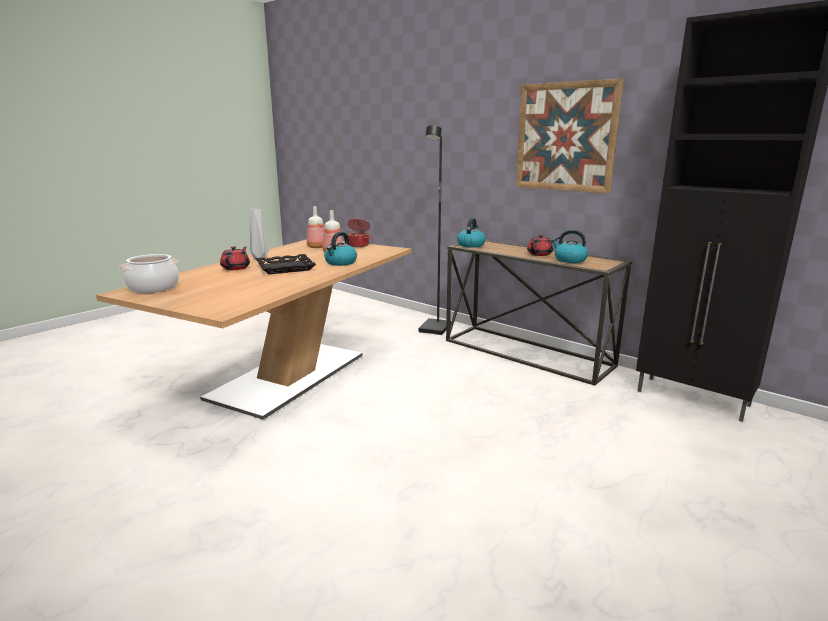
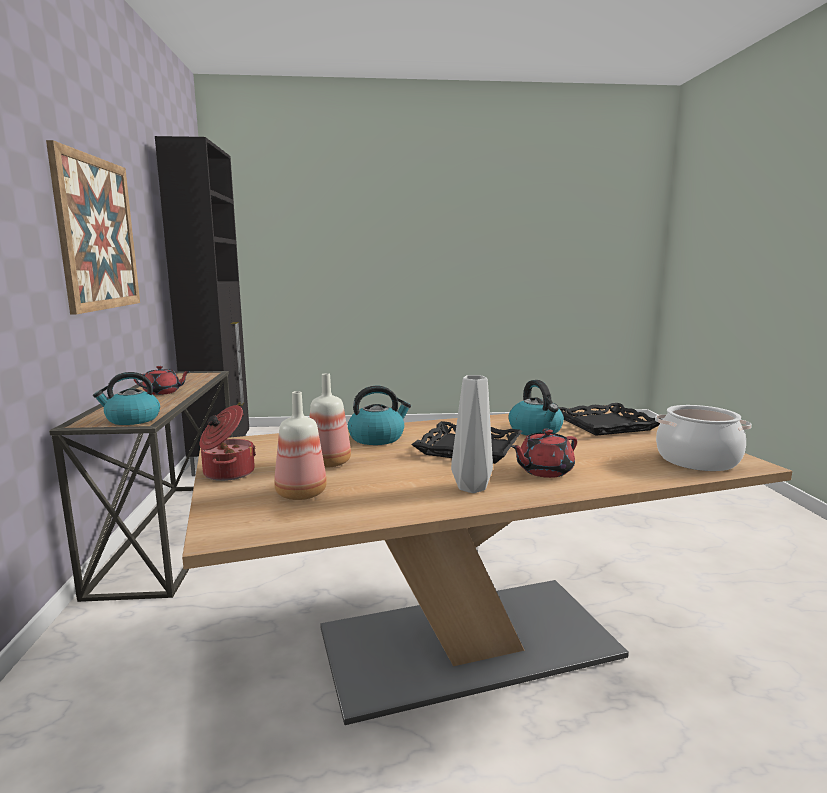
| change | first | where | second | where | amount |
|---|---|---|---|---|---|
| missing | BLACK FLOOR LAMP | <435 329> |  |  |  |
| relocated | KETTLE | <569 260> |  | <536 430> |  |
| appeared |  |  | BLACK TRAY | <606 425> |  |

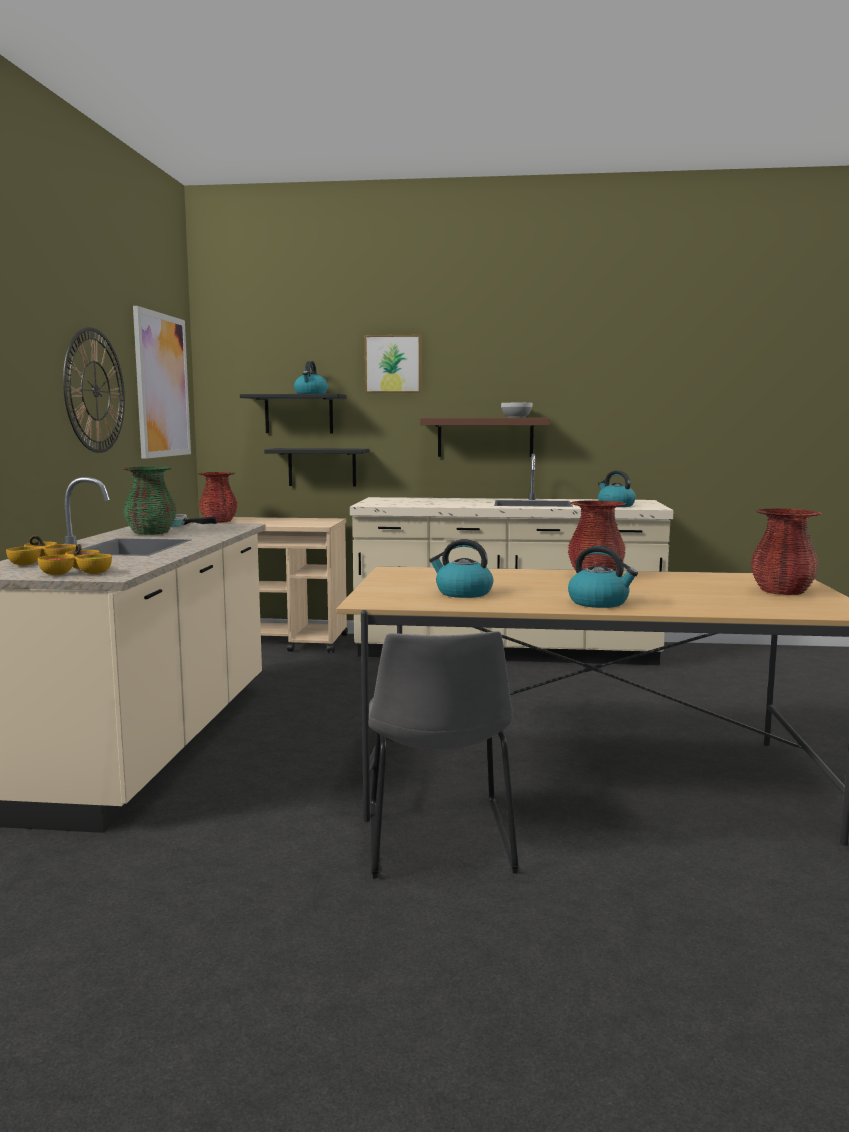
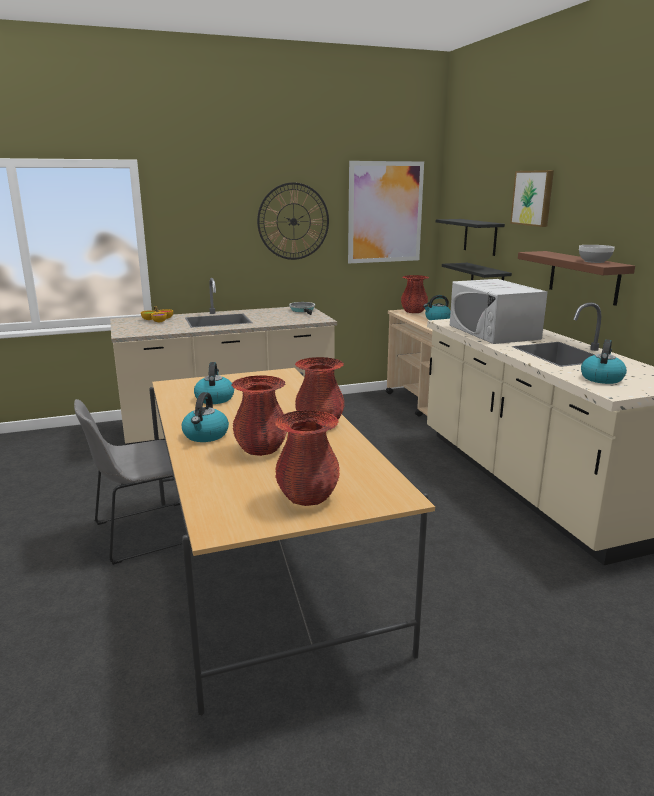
| change | first | where | second | where | amount |
|---|---|---|---|---|---|
| relocated | KETTLE | <311 394> |  | <437 319> |  |
| missing | GREEN VASE | <151 533> |  |  |  |
| missing | BOWL | <78 572> |  |  |  |
| appeared |  |  | WHITE MICROWAVE | <493 332> |  |
| appeared |  |  | RED VASE | <260 449> |  |

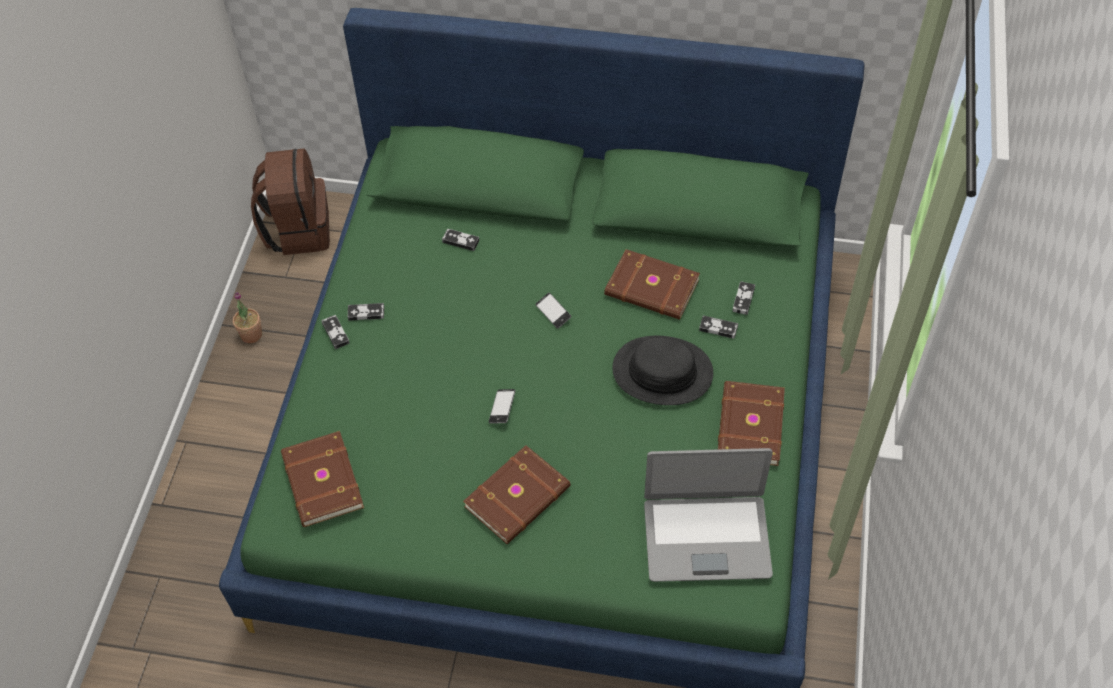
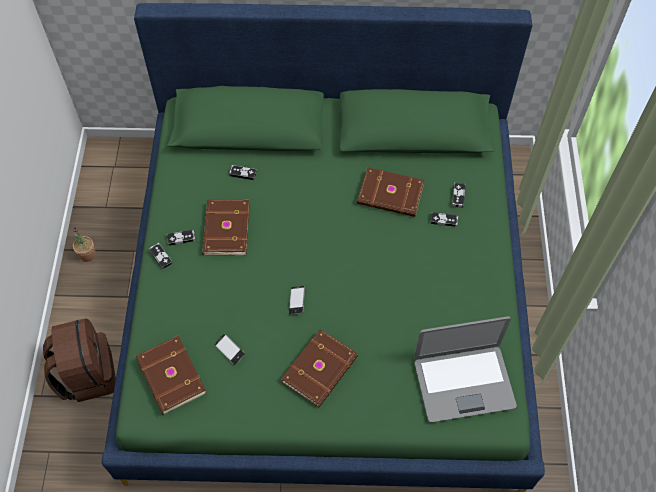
| change | first | where | second | where | amount |
|---|---|---|---|---|---|
| relocated | BROWN BACKPACK | <298 230> |  | <87 374> |  |
| relocated | PHONE | <553 312> |  | <230 350> |  |
| missing | BLACK HAT | <662 372> |  |  |  |
| relocated | BROWN BOOK | <748 426> |  | <225 229> |  |

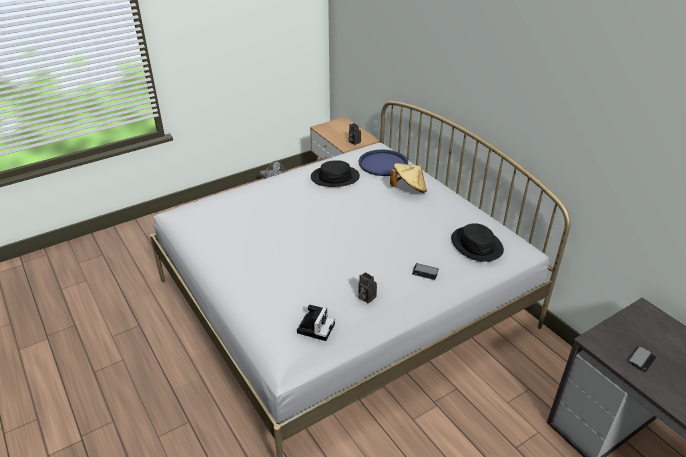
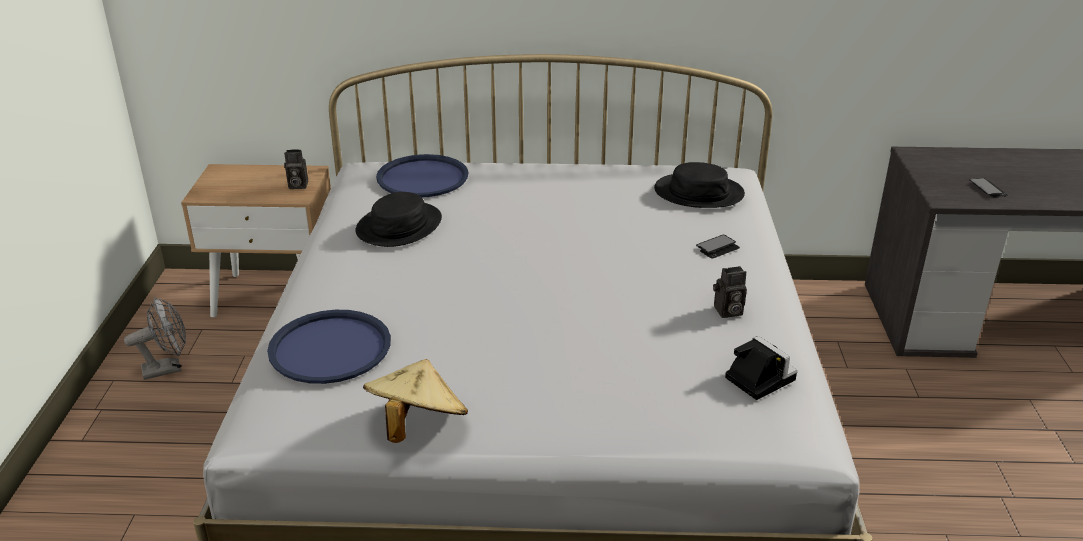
| change | first | where | second | where | amount |
|---|---|---|---|---|---|
| relocated | BEIGE HAT | <408 189> |  | <417 425> |  |
| appeared |  |  | BLUE TRAY | <330 348> |  |

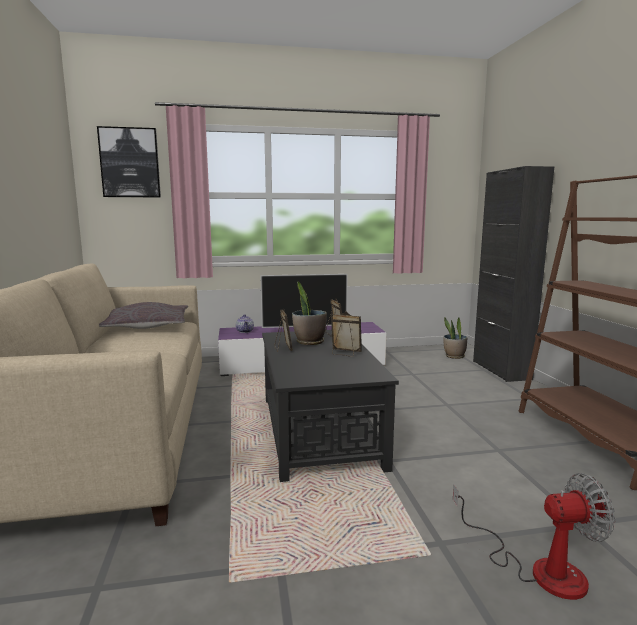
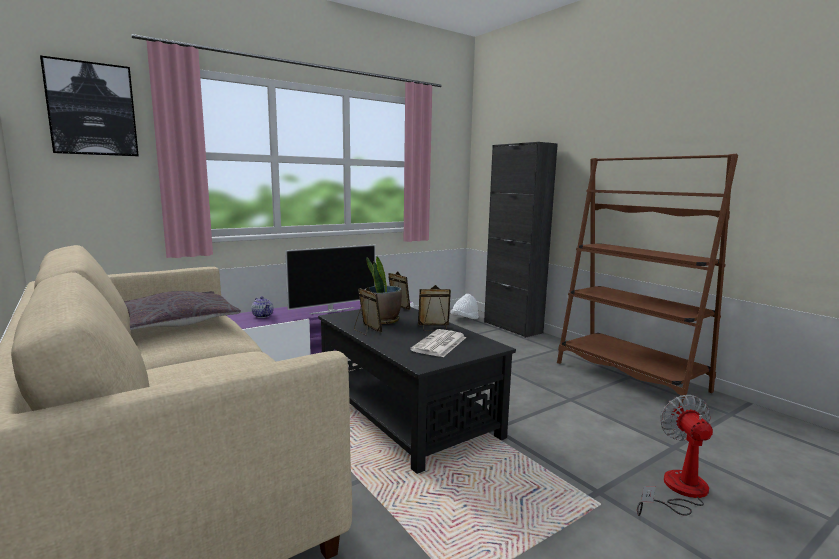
| change | first | where | second | where | amount |
|---|---|---|---|---|---|
| exchanged | POTTED PLANT | <454 356> | WHITE HAT | <464 319> |  |
| spun | FAN | <539 568> |  | <678 491> | 60 degrees counterclockwise |
| appeared |  |  | NEWSPAPER | <439 344> |  |

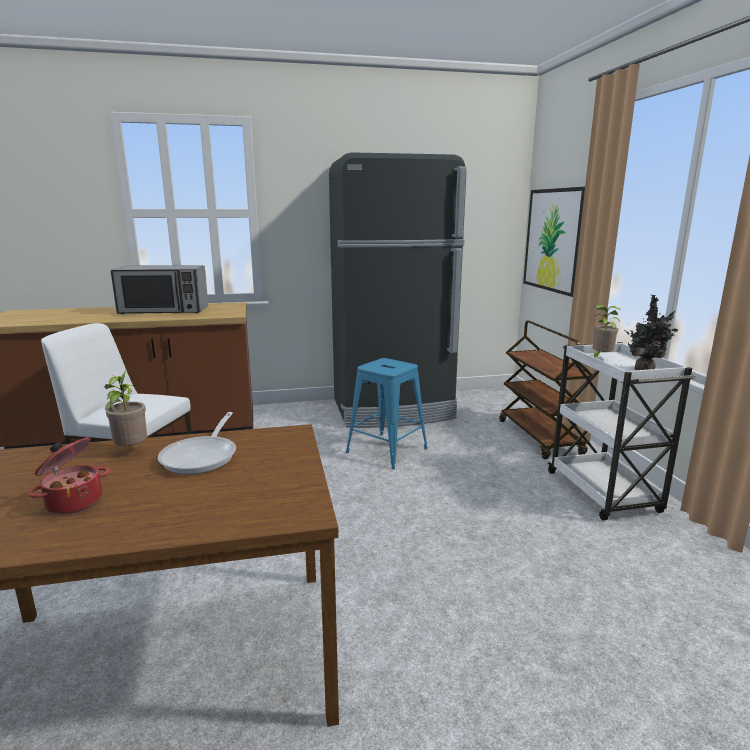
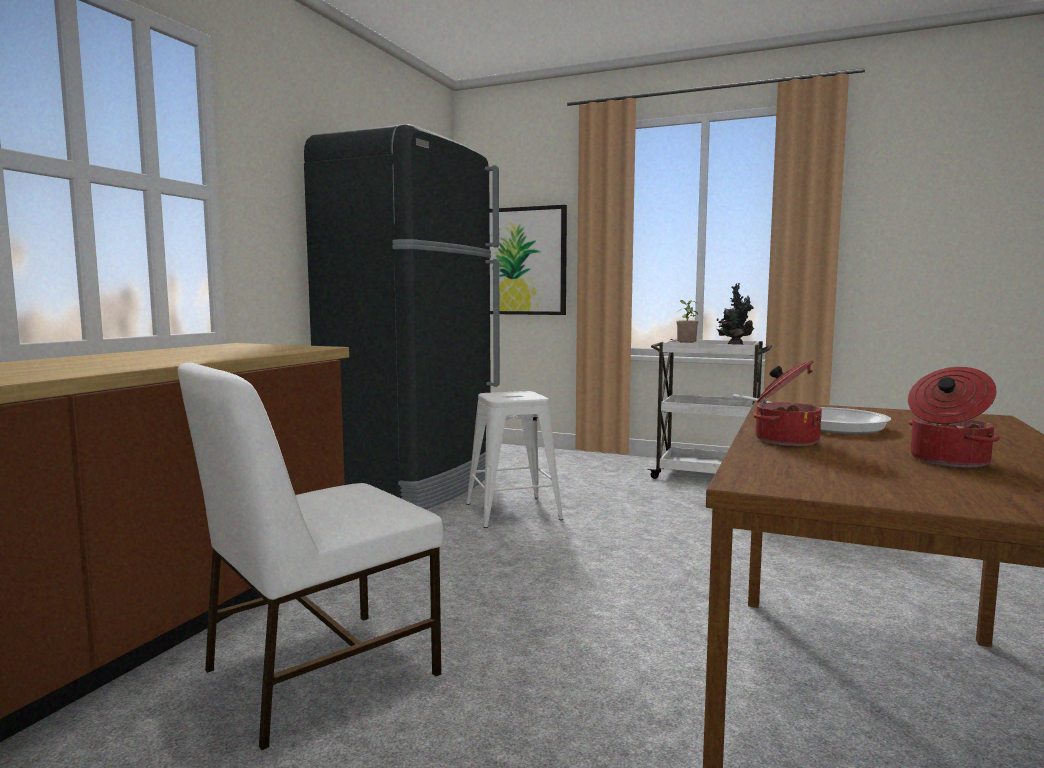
| change | first | where | second | where | amount |
|---|---|---|---|---|---|
| missing | MICROWAVE | <164 311> |  |  |  |
| missing | BROWN CART | <540 437> |  |  |  |
| colour | BLUE STOOL | <386 450> | WHITE STOOL | <512 512> |  |
| exchanged | POTTED PLANT | <130 451> | COOKING POT | <785 440> |  |

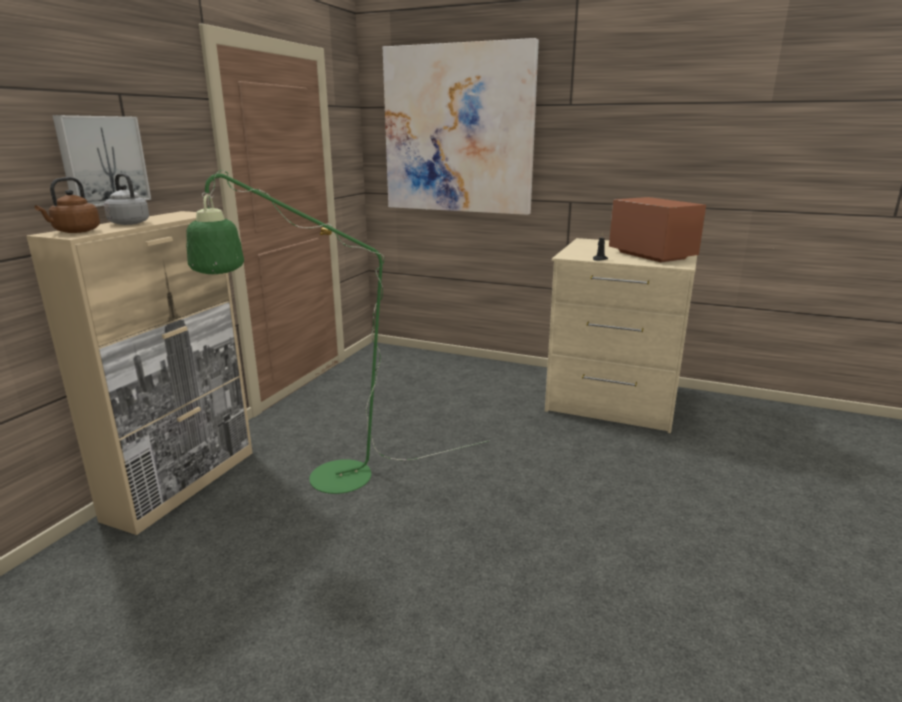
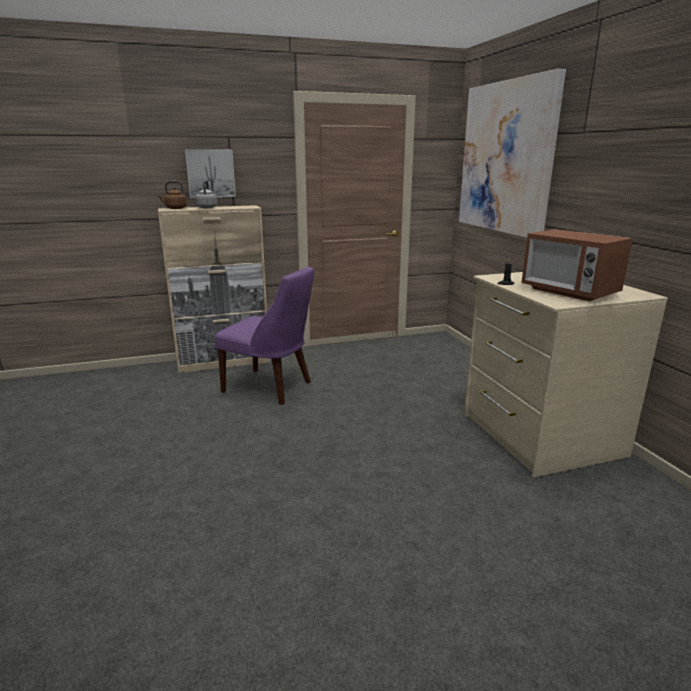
| change | first | where | second | where | amount |
|---|---|---|---|---|---|
| exchanged | GREEN FLOOR LAMP | <324 480> | PURPLE CHAIR | <271 388> |  |
| spun | MICROWAVE | <652 255> |  | <569 292> | 120 degrees clockwise |

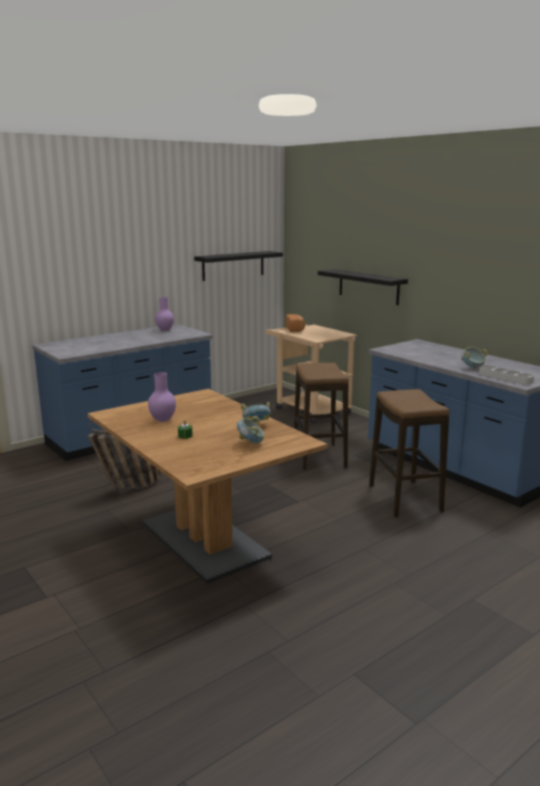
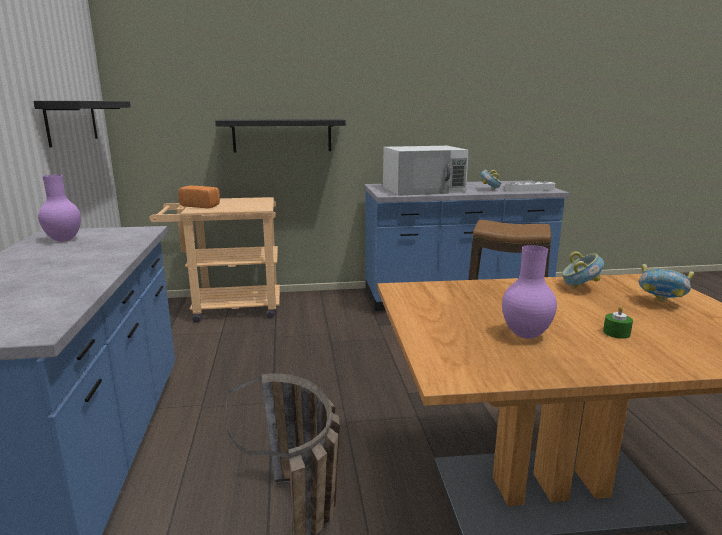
| change | first | where | second | where | amount |
|---|---|---|---|---|---|
| missing | STOOL | <319 457> |  |  |  |
| appeared |  |  | WHITE MICROWAVE | <424 189> |  |

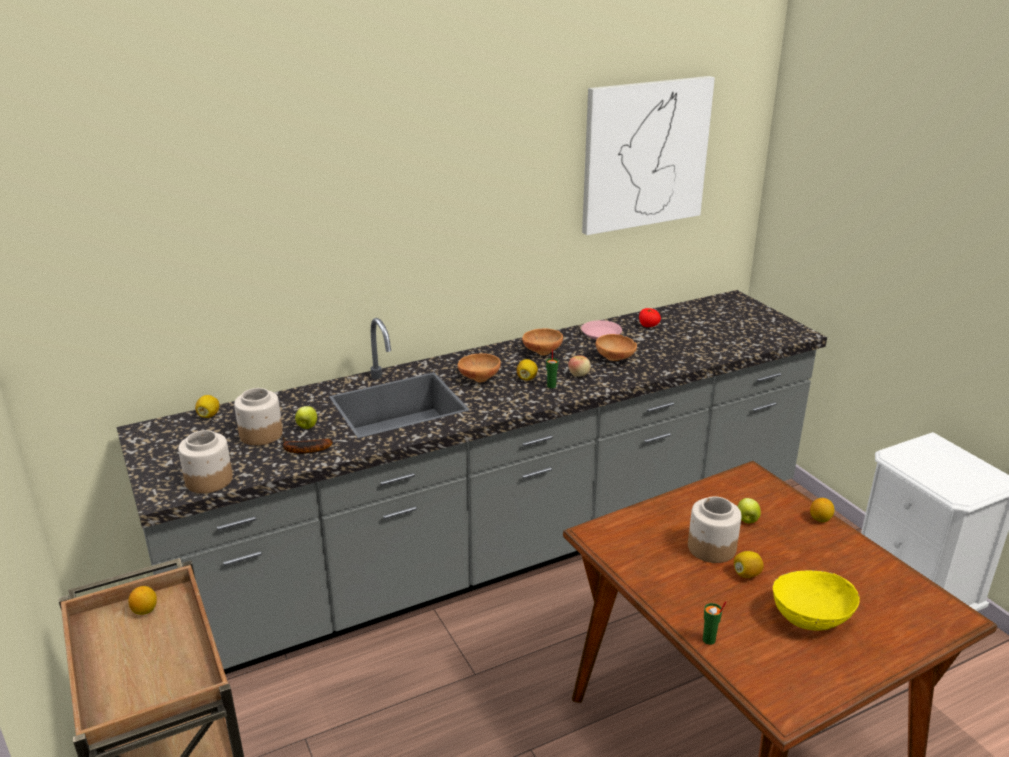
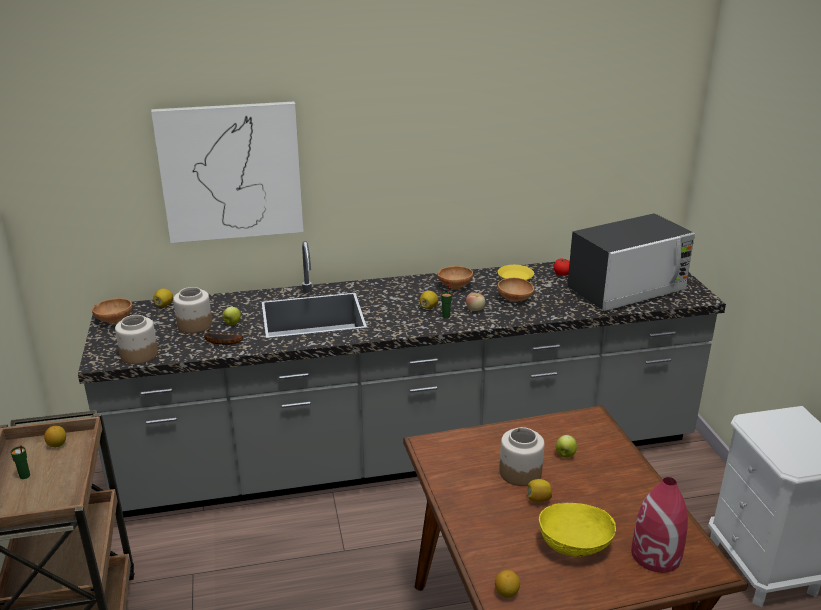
| change | first | where | second | where | amount |
|---|---|---|---|---|---|
| relocated | PICTURE | <645 154> |  | <231 172> |  |
| colour | PINK PLATE | <601 333> | YELLOW PLATE | <515 276> |  |
| relocated | BROWN BOWL | <478 378> |  | <114 320> |  |
| relocated | LEMON | <820 519> |  | <506 593> |  |
| relocated | GREEN CUP | <709 640> |  | <24 476> |  |
| appeared |  |  | MICROWAVE | <626 289> |  |
| appeared |  |  | RED VASE | <656 555> |  |

